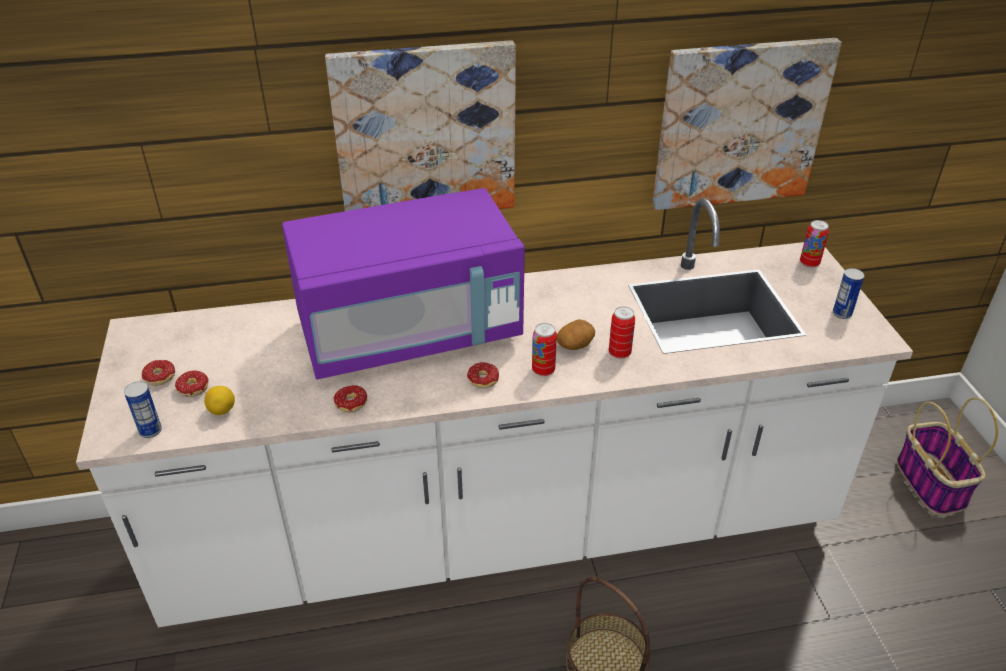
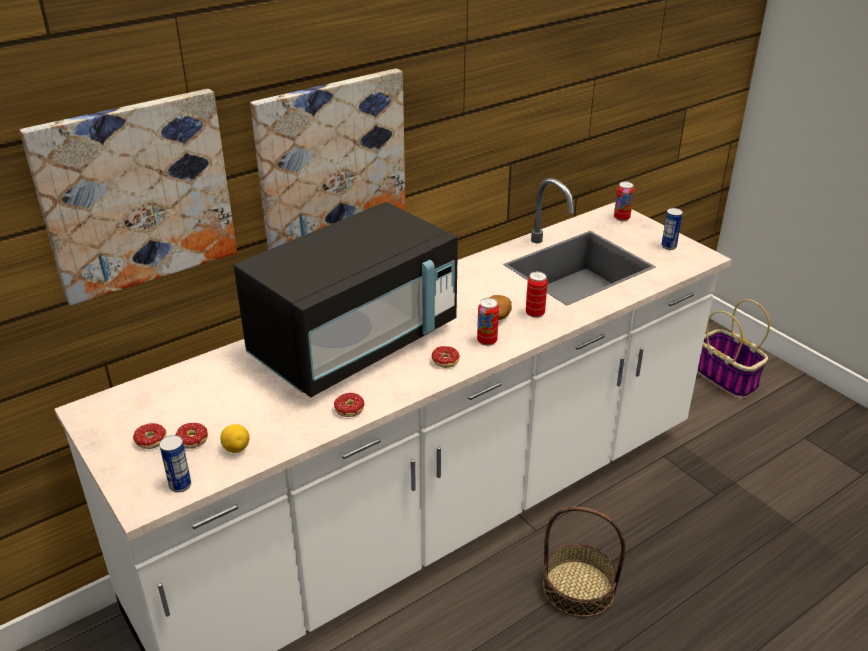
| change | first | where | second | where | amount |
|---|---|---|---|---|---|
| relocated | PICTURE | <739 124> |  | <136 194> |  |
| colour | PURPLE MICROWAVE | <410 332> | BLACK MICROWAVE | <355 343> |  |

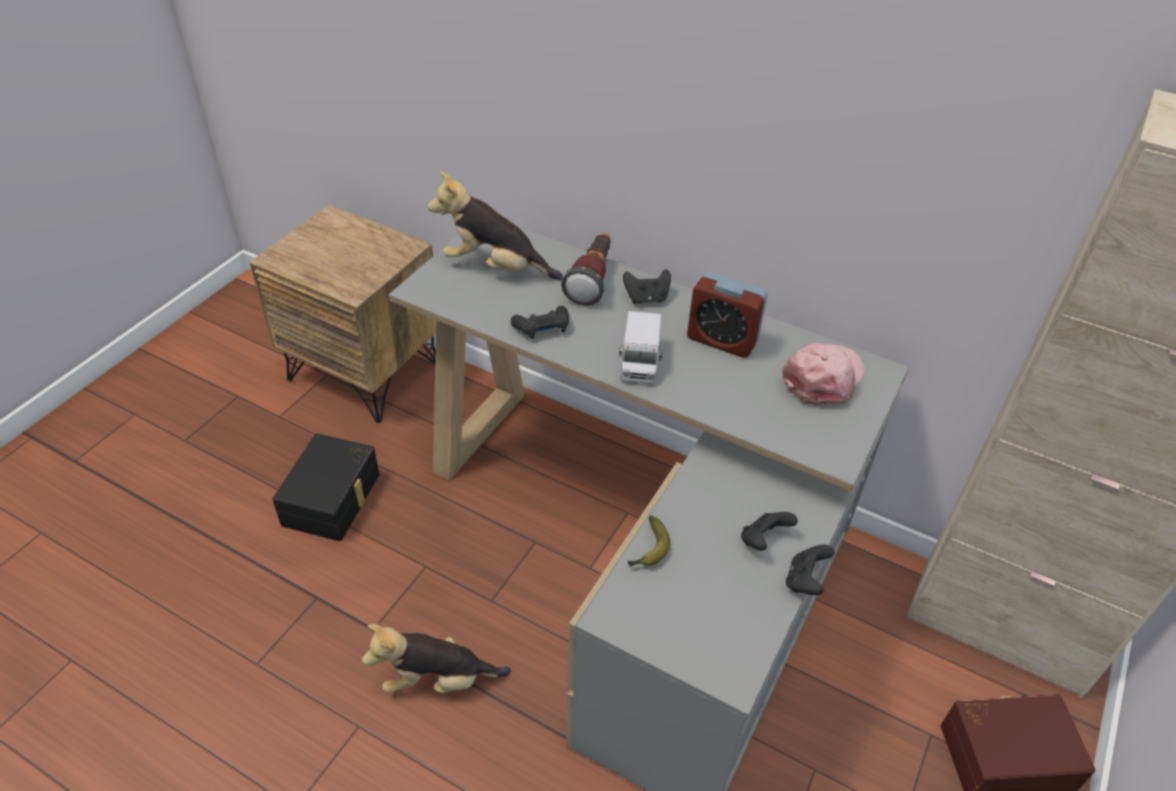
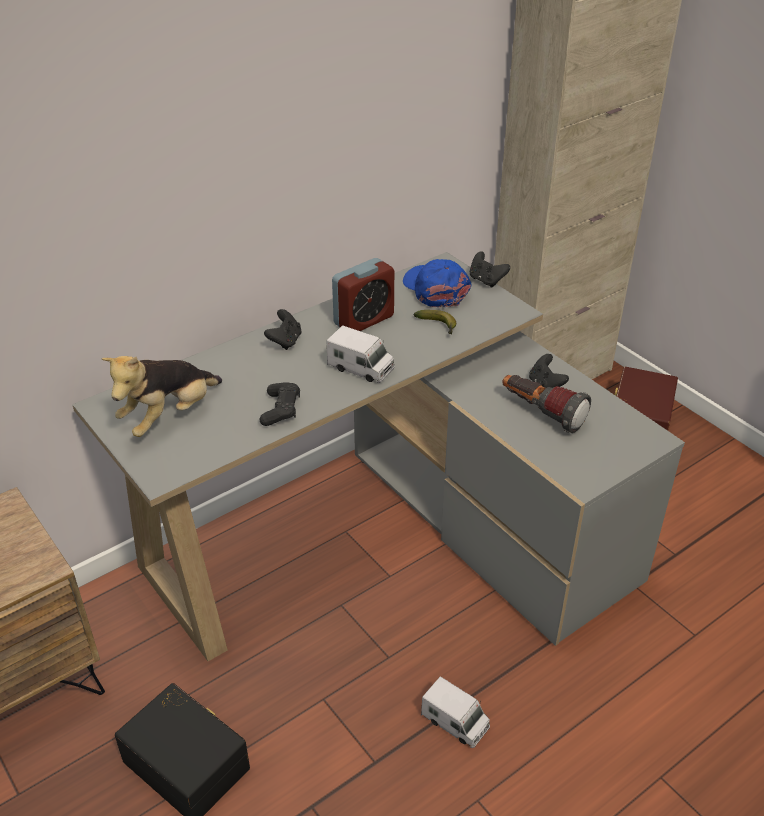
| change | first | where | second | where | amount |
|---|---|---|---|---|---|
| relocated | FLASHLIGHT | <592 280> |  | <541 413> |  |
| colour | PINK CAP | <823 378> | BLUE CAP | <435 289> |  |
| relocated | BANANA | <648 550> |  | <438 326> |  |
| relocated | BLACK GAME CONTROLLER | <805 581> |  | <486 280> |  |
| exchanged | PLUSH TOY | <438 680> | TOY TRUCK | <455 722> |  |

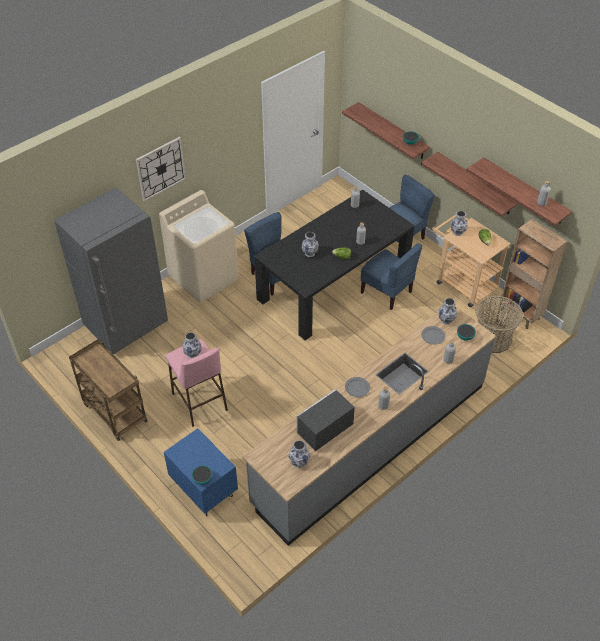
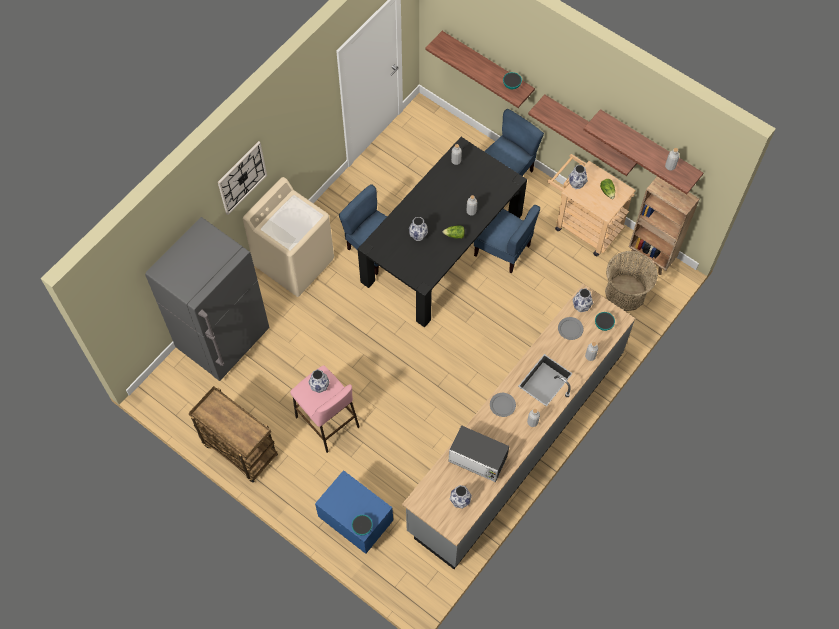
| change | first | where | second | where | amount |
|---|---|---|---|---|---|
| spun | MICROWAVE | <324 429> |  | <478 459> | 105 degrees counterclockwise |

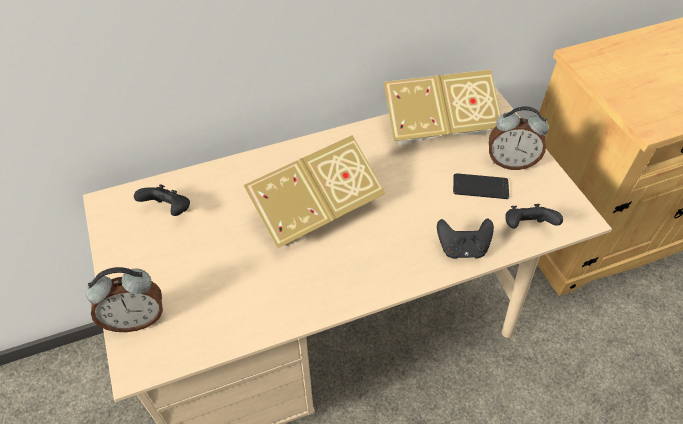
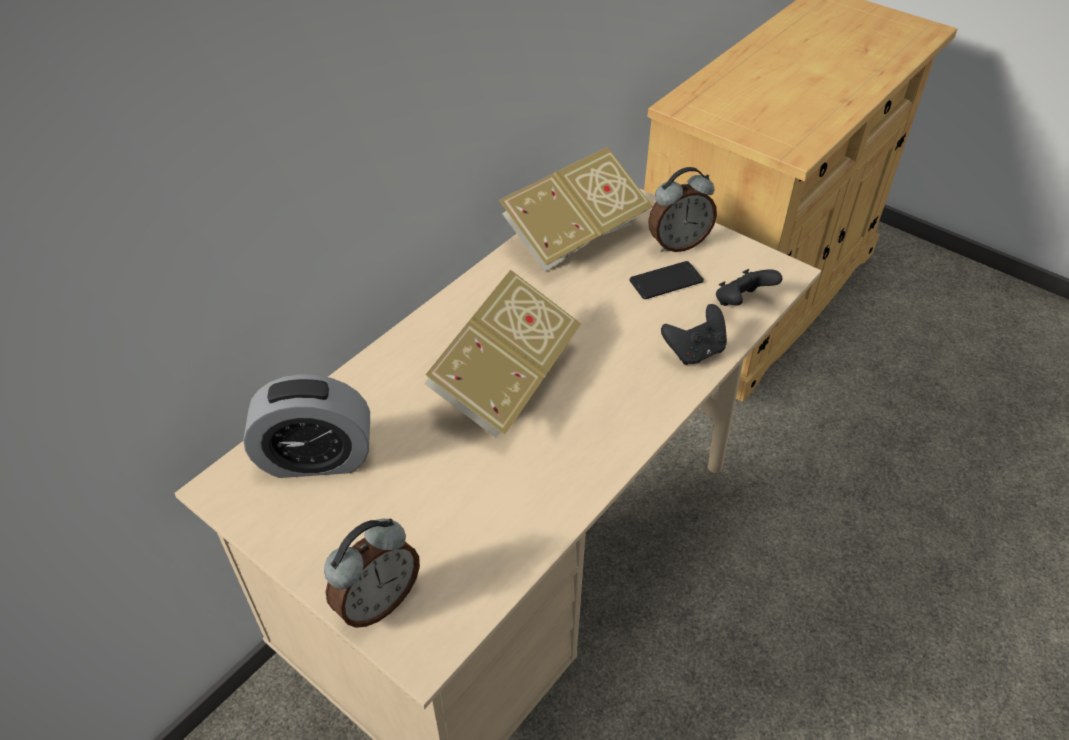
| change | first | where | second | where | amount |
|---|---|---|---|---|---|
| exchanged | BLACK GAME CONTROLLER | <169 210> | ALARM CLOCK | <316 459> |  |

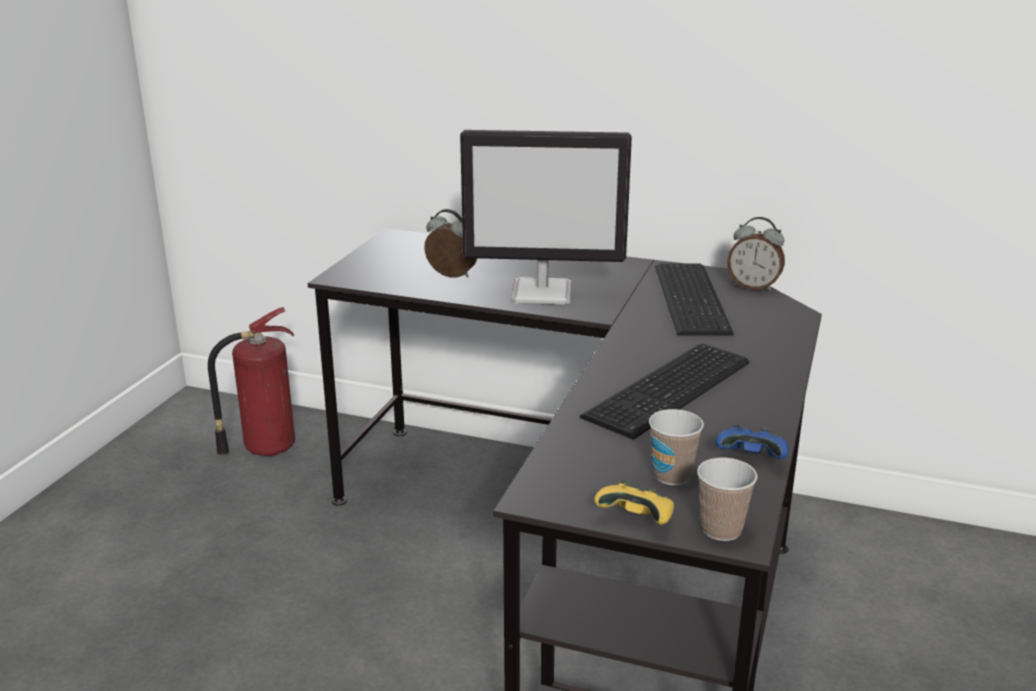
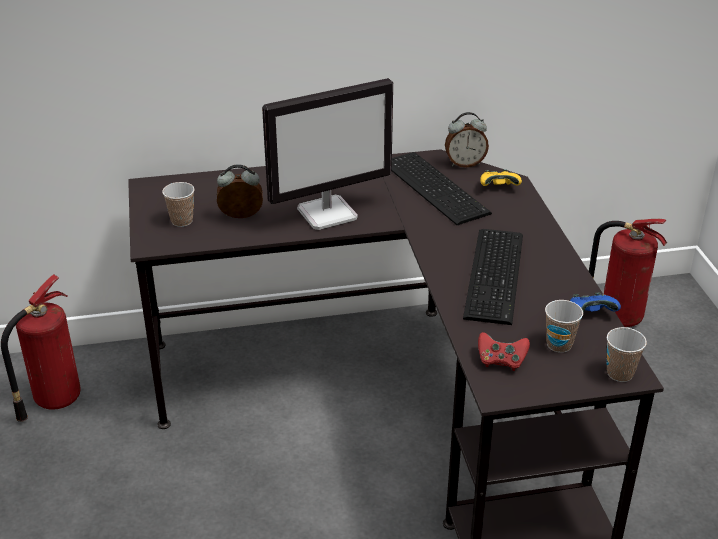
| change | first | where | second | where | amount |
|---|---|---|---|---|---|
| relocated | YELLOW GAME CONTROLLER | <637 520> |  | <499 188> |  |
| appeared |  |  | CUP | <182 221> |  |
| appeared |  |  | FIRE EXTINGUISHER | <618 316> |  |
| appeared |  |  | RED GAME CONTROLLER | <501 361> |  |

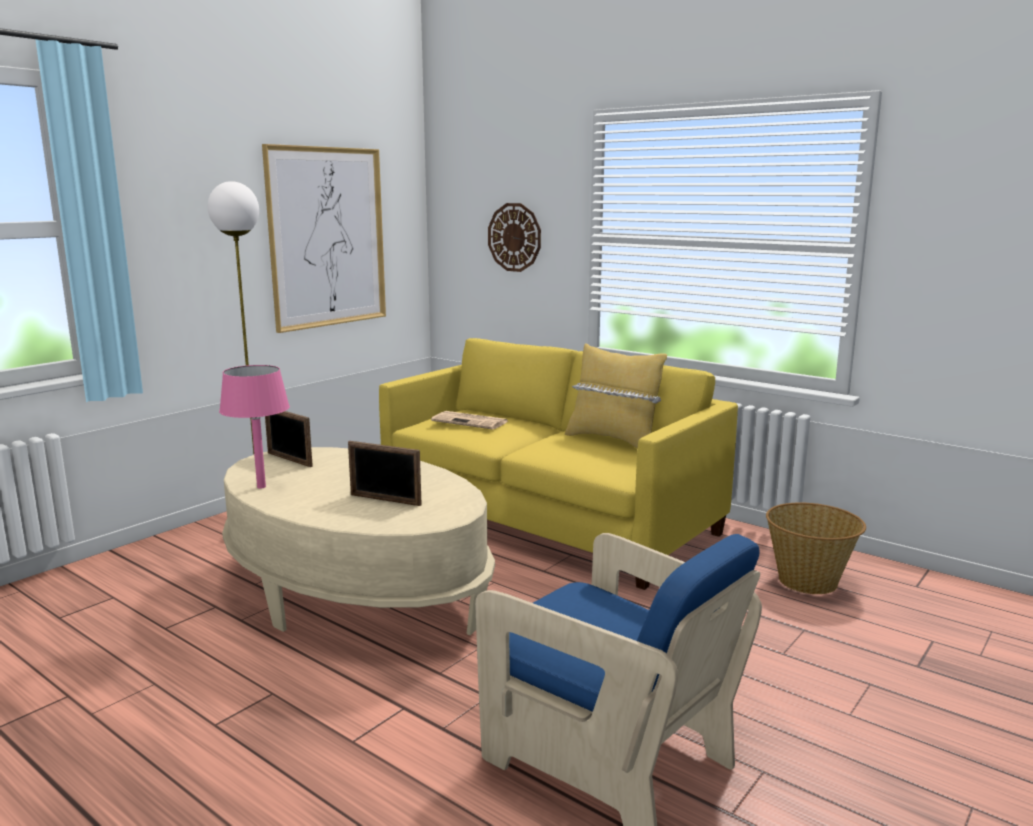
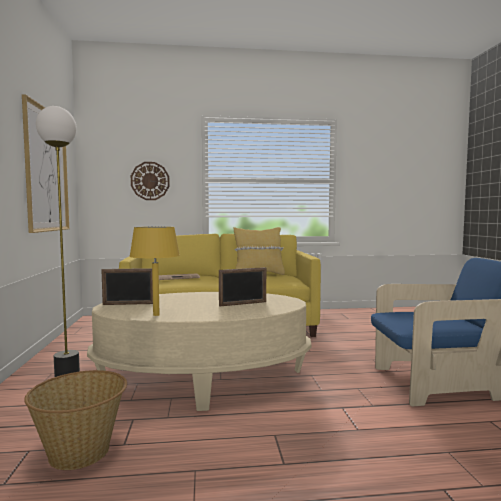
| change | first | where | second | where | amount |
|---|---|---|---|---|---|
| colour | PINK TABLE LAMP | <261 487> | YELLOW TABLE LAMP | <156 315> |  |
| relocated | BASKET | <809 581> |  | <80 451> |  |

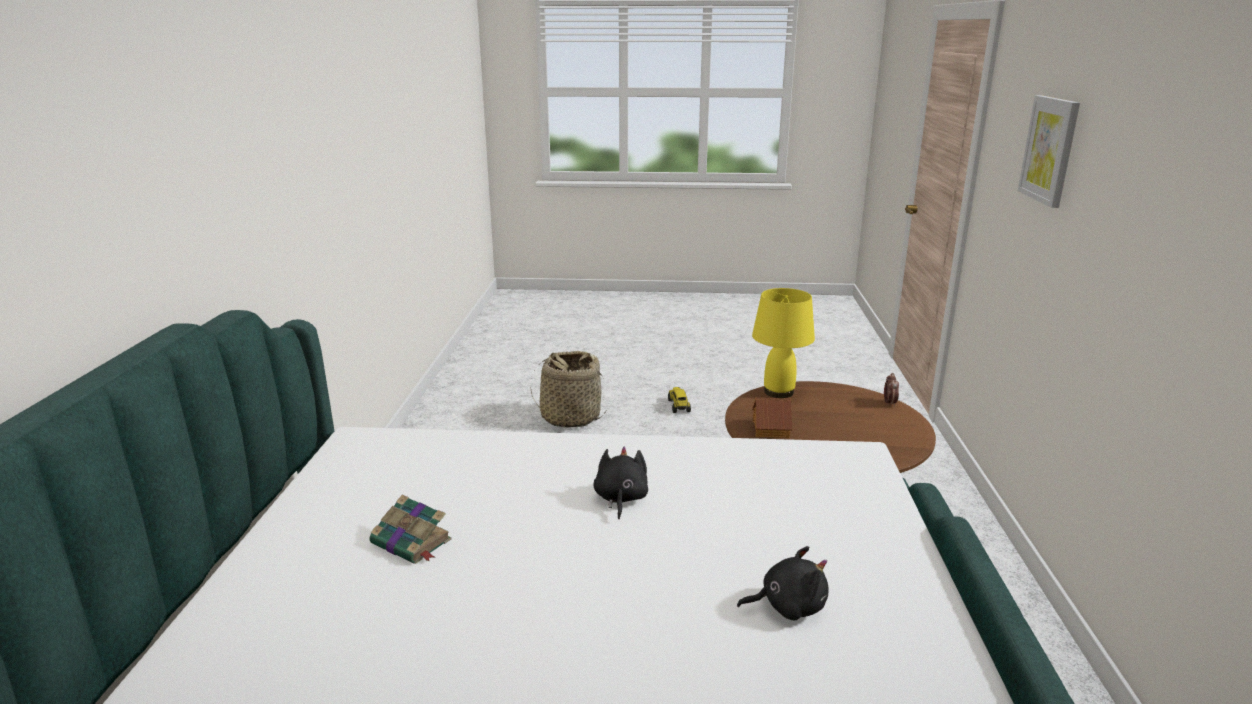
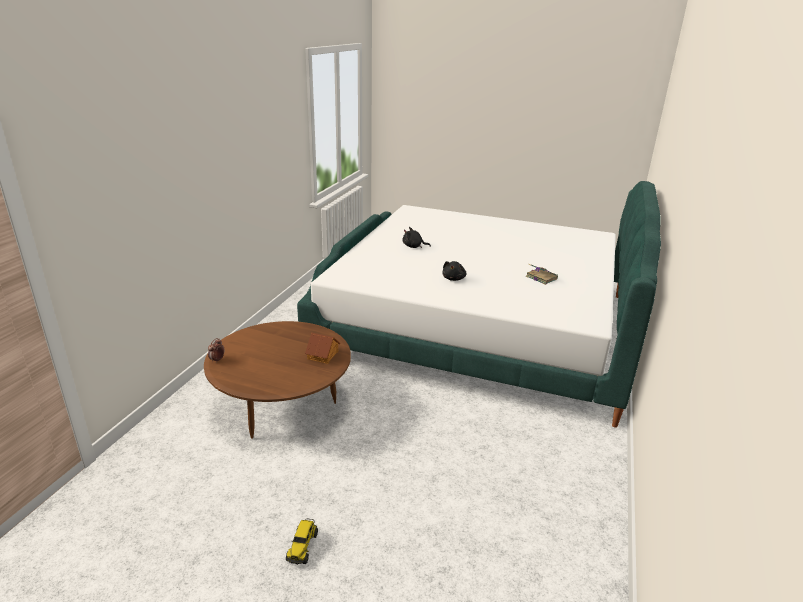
| change | first | where | second | where | amount |
|---|---|---|---|---|---|
| missing | PICTURE | <1050 150> |  |  |  |
| missing | YELLOW TABLE LAMP | <778 392> |  |  |  |
| missing | BASKET | <570 417> |  |  |  |

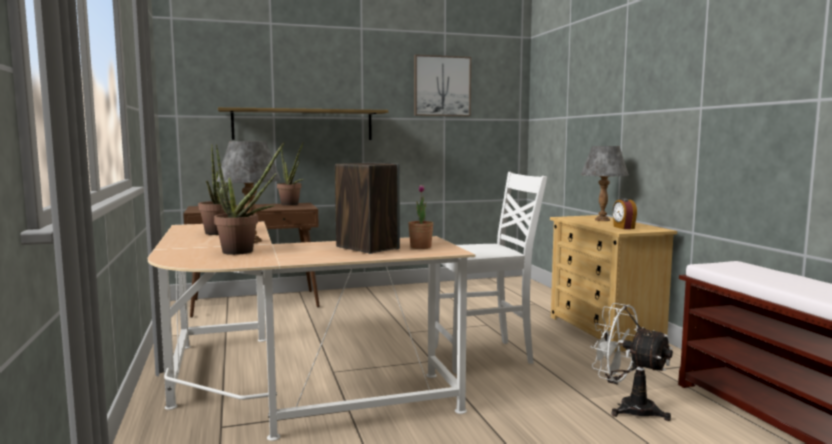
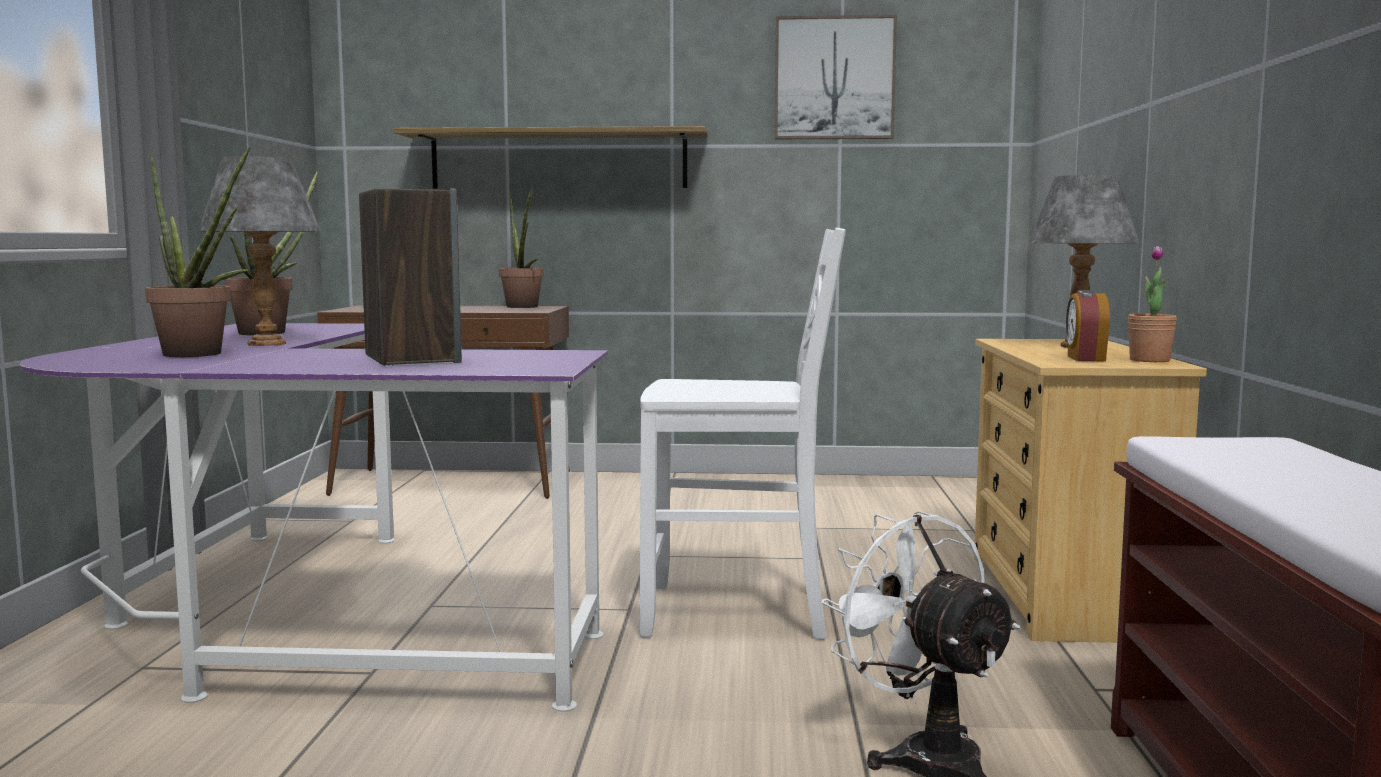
| change | first | where | second | where | amount |
|---|---|---|---|---|---|
| relocated | POTTED PLANT | <420 247> |  | <1149 360> |  |
| colour | BEIGE DESK | <278 389> | PURPLE DESK | <306 622> |  |

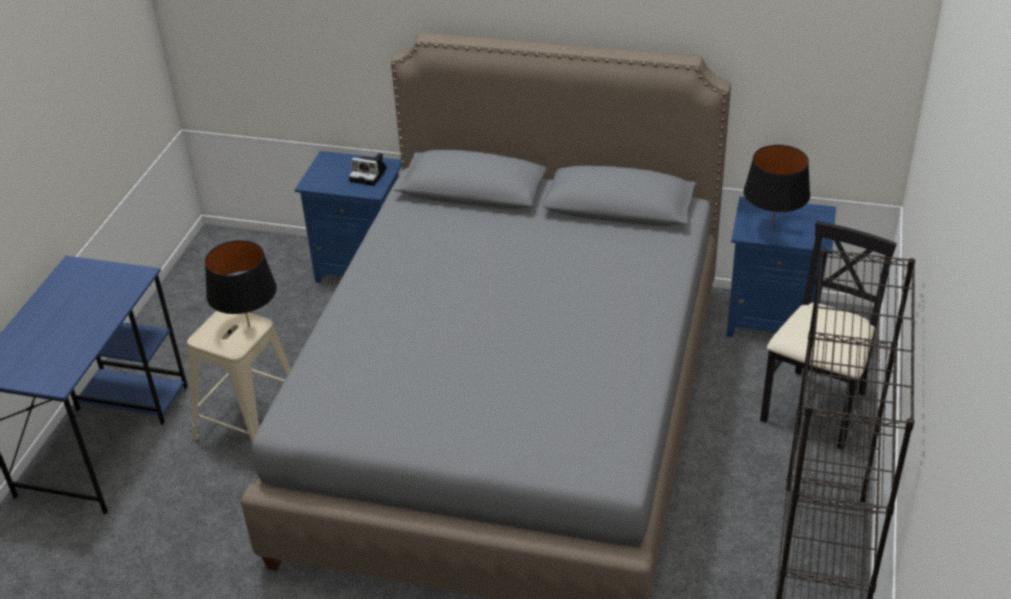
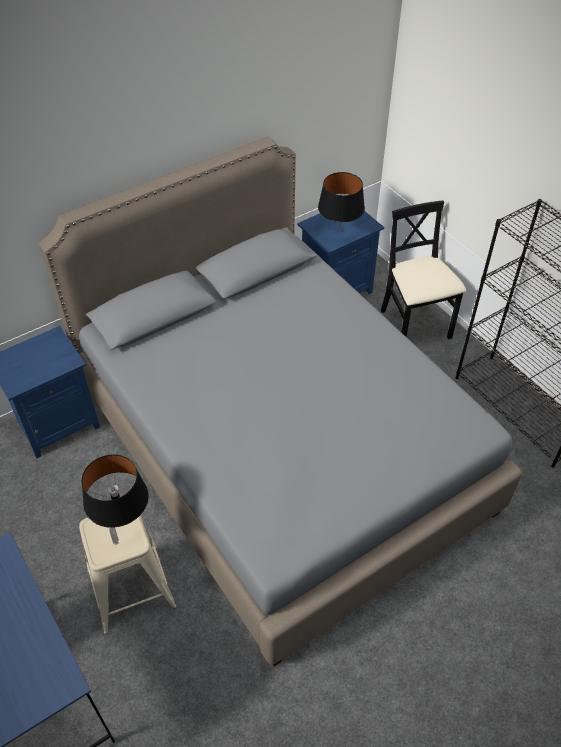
| change | first | where | second | where | amount |
|---|---|---|---|---|---|
| missing | PHOTO CAMERA | <370 175> |  |  |  |

